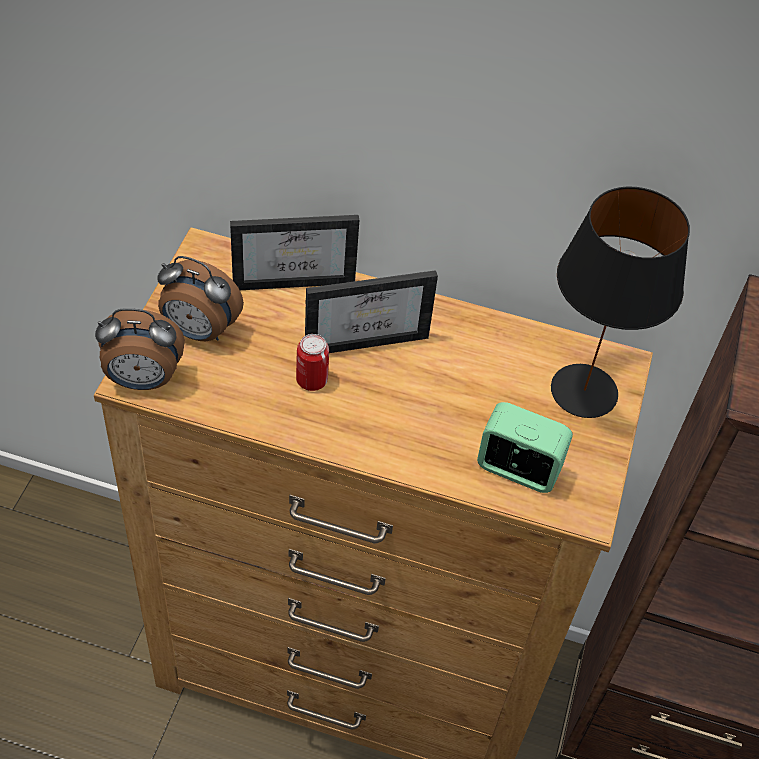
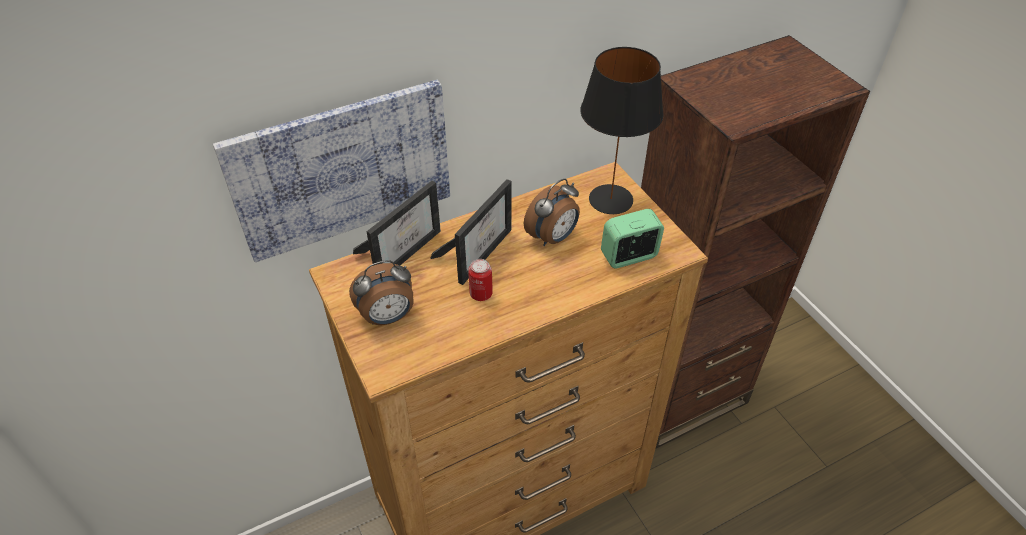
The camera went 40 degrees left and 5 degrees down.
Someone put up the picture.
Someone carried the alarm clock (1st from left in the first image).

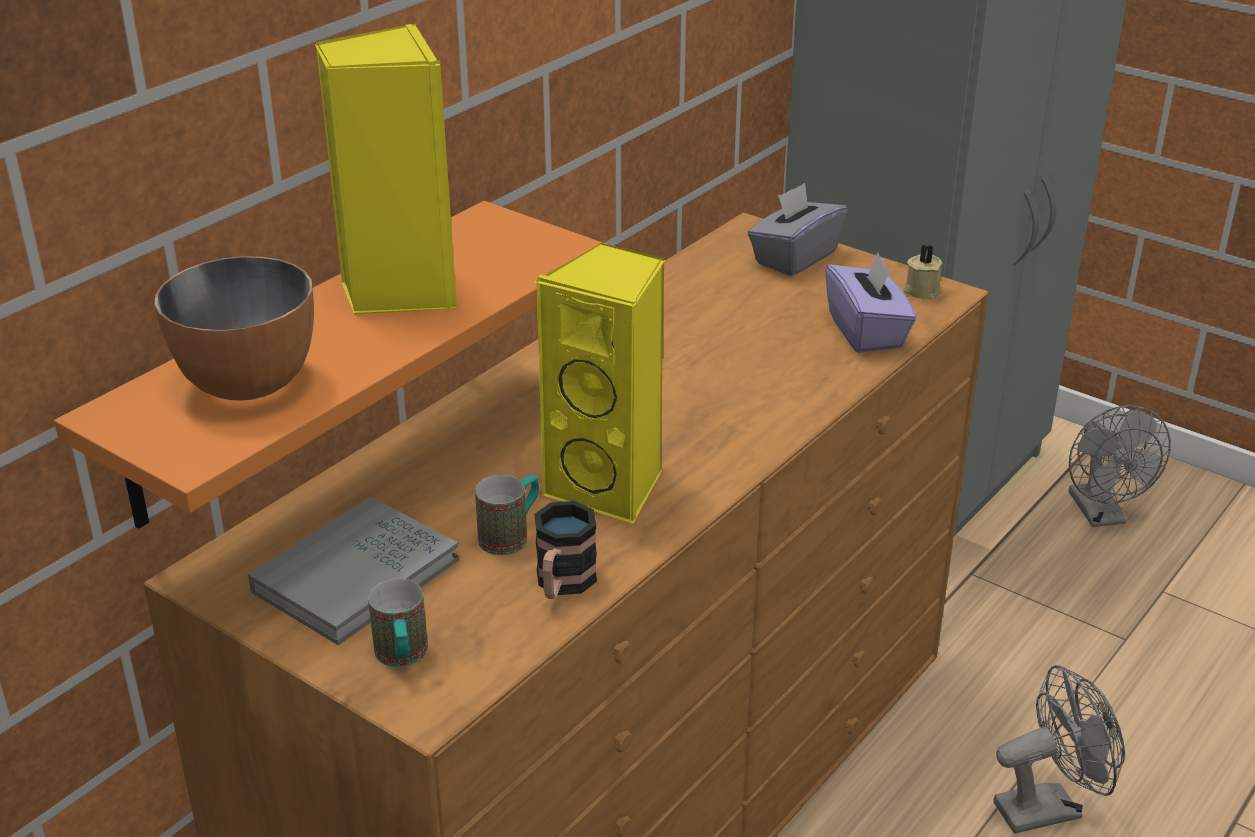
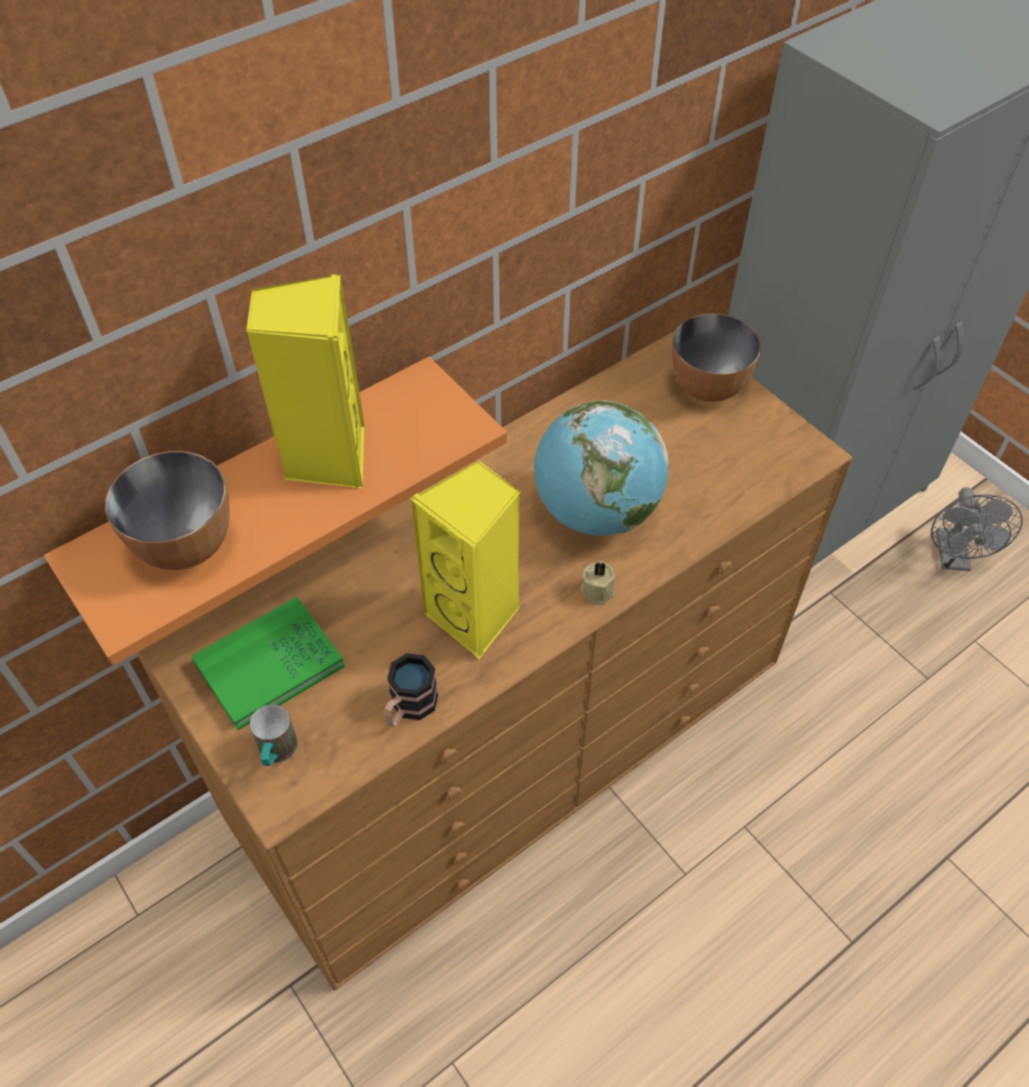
The camera went 15 degrees right and 20 degrees up.
Someone repainted the grey book, which became the green book.
Someone put down the globe.
Someone carried the beige candle.
Someone swapped the grey tissue box for the bowl (2nd from left).
Someone took away the mug (2nd from left).
Someone took away the purple tissue box.
Someone took away the grey fan (1st from left).

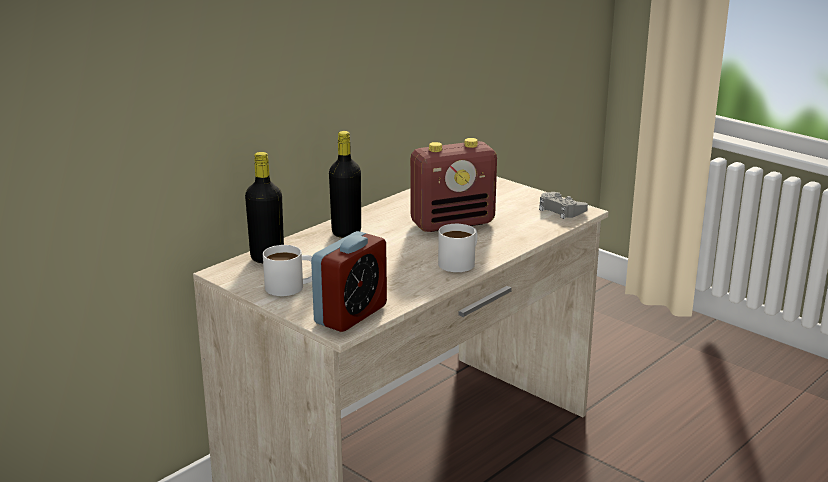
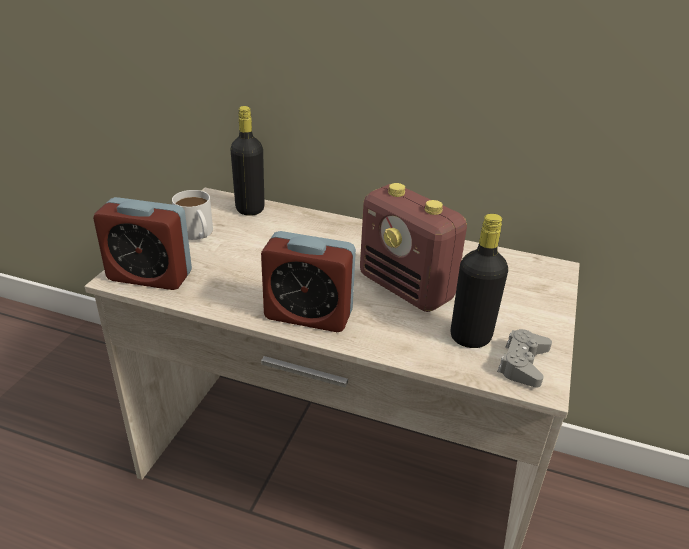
The camera went 65 degrees right and 10 degrees up.
Someone swapped the white mug (2nd from left) for the alarm clock (2nd from left).
Someone carried the black bottle (2nd from left).

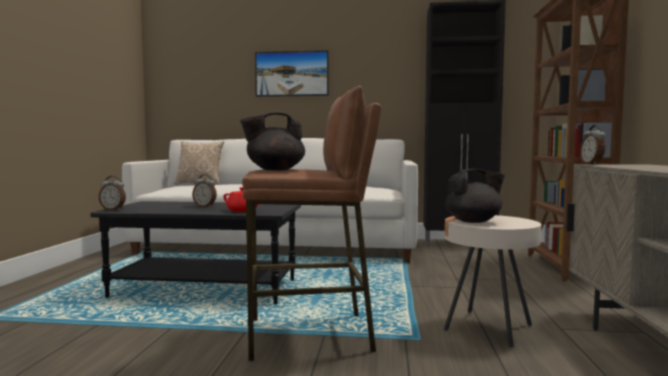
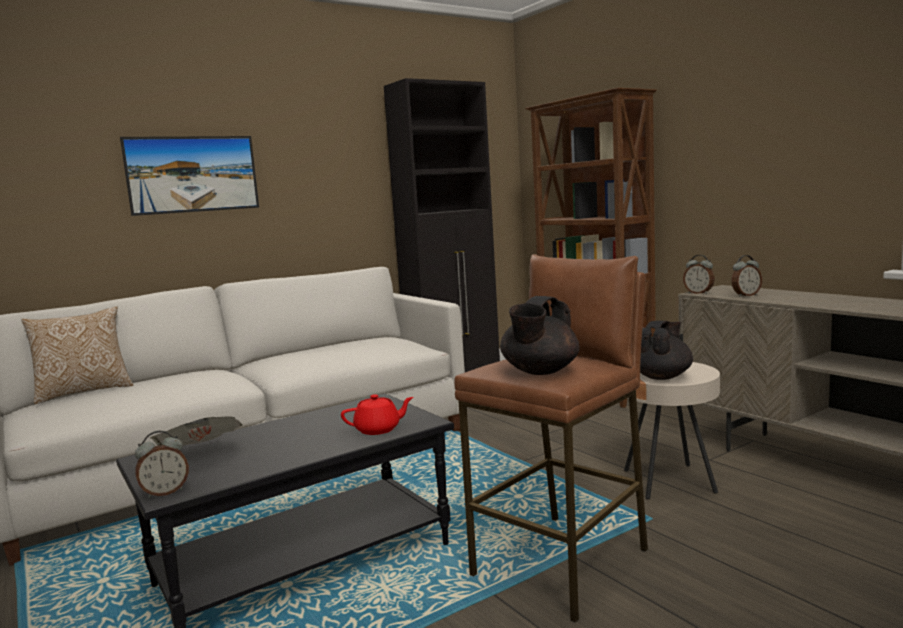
The camera went 40 degrees left and 5 degrees up.
Someone put down the newspaper.
Someone carried the alarm clock (2nd from left in the first image).

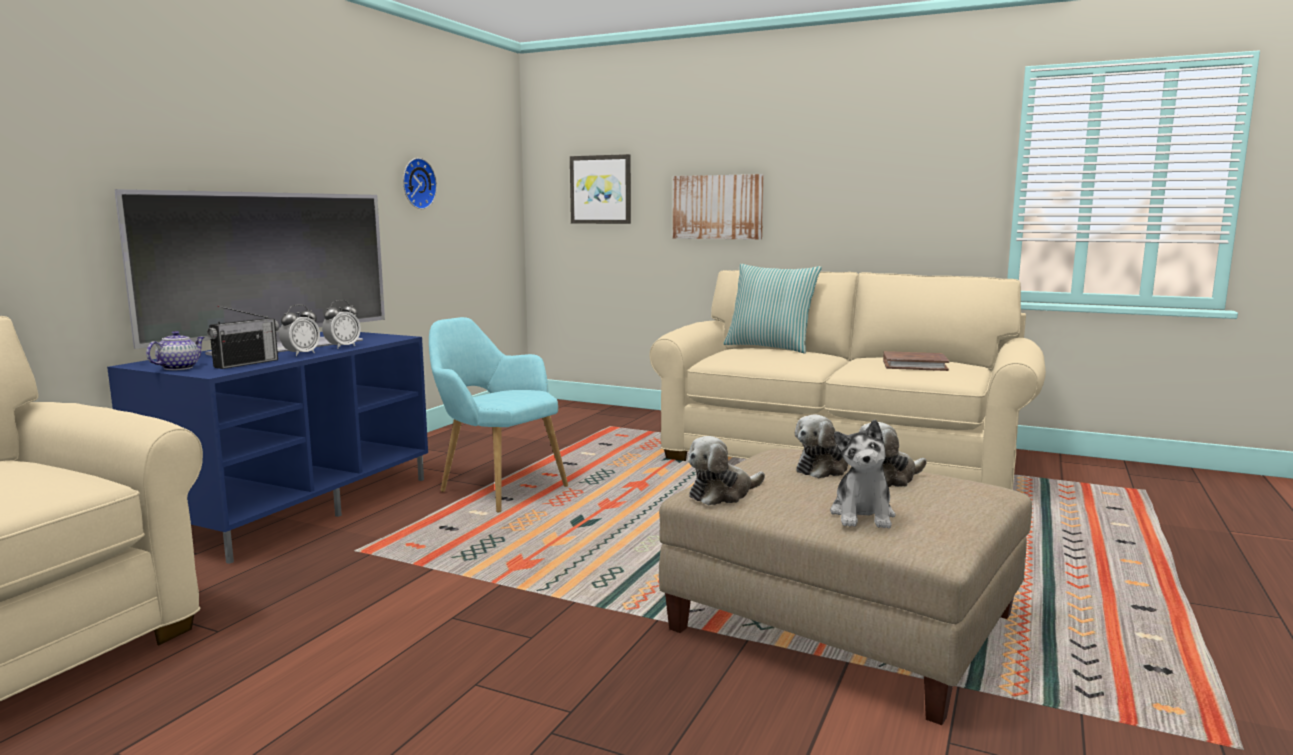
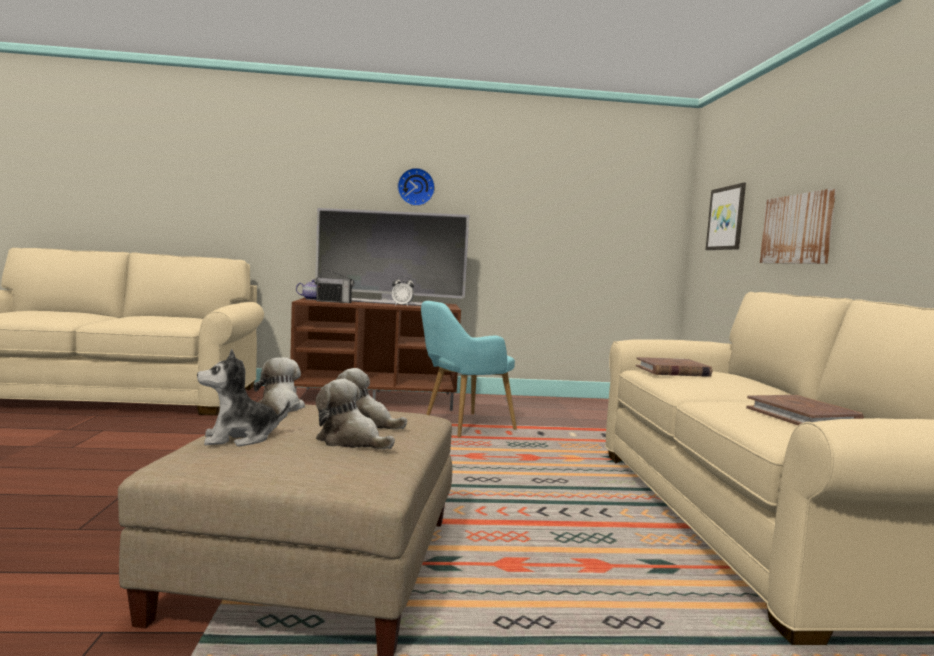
The camera went 60 degrees right and 5 degrees down.
Someone rotated the plush toy (1st from left in the first image) by 45 degrees clockwise.
Someone repainted the blue tv stand, which became the brown tv stand.
Someone carried the wall clock.
Someone rotated the turquoise armchair by 135 degrees counterclockwise.
Someone put down the brown book (1st from left).
Someone took away the alarm clock (1st from left).
Someone took away the pillow.

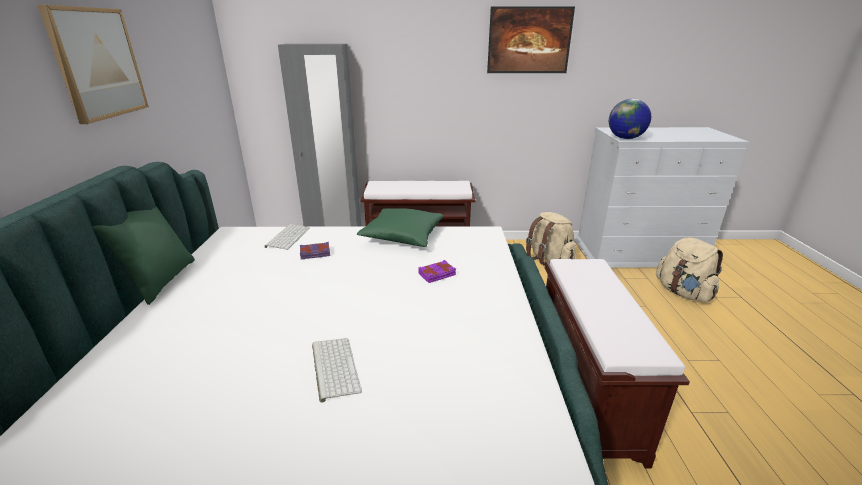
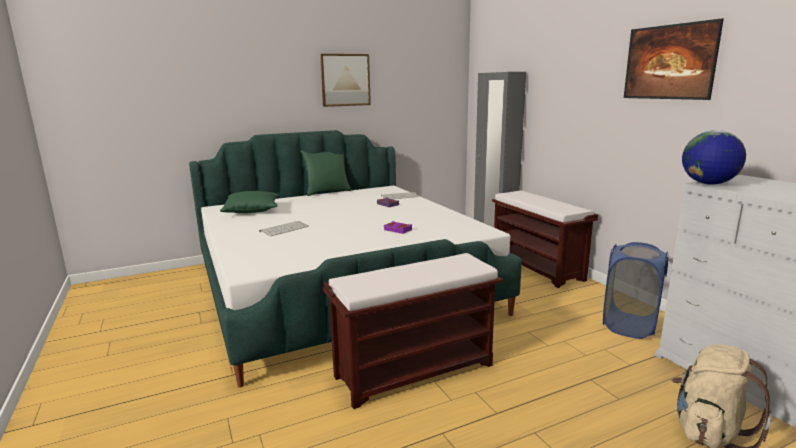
The camera went 65 degrees right and 10 degrees down.
Someone carried the green pillow (2nd from left in the first image).
Someone swapped the beige backpack (1st from left) for the blue laundry basket.

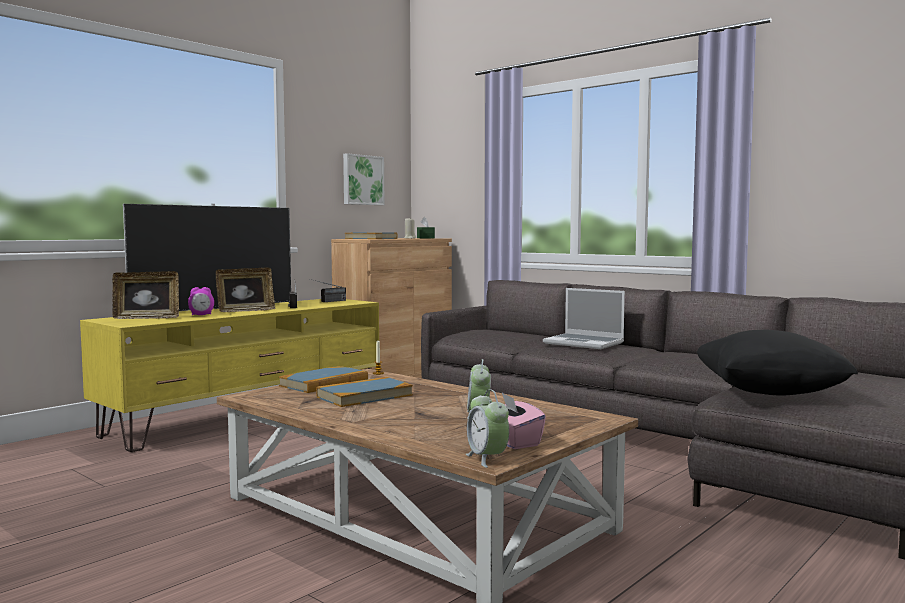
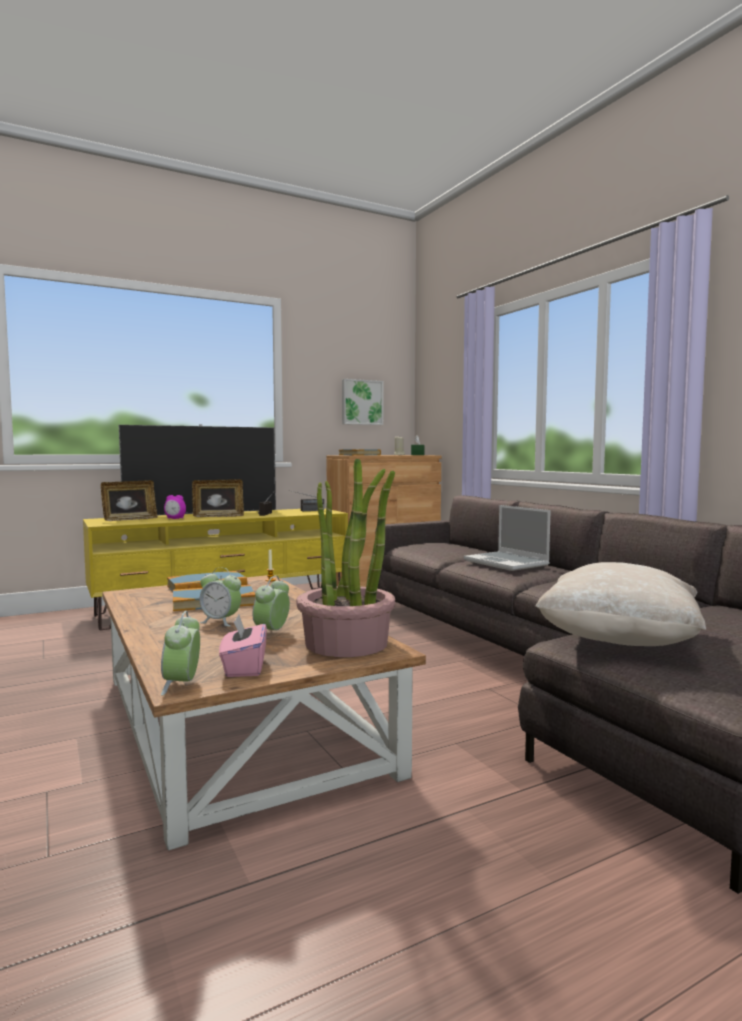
The camera went 20 degrees right and 0 degrees up.
Someone rotated the picture frame (1st from left) by 45 degrees counterclockwise.
Someone put down the alarm clock (3rd from left).
Someone put down the potted plant.
Someone repainted the black pillow, which became the beige pillow.

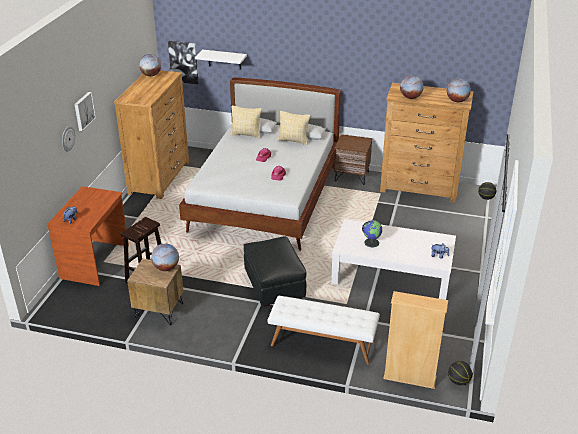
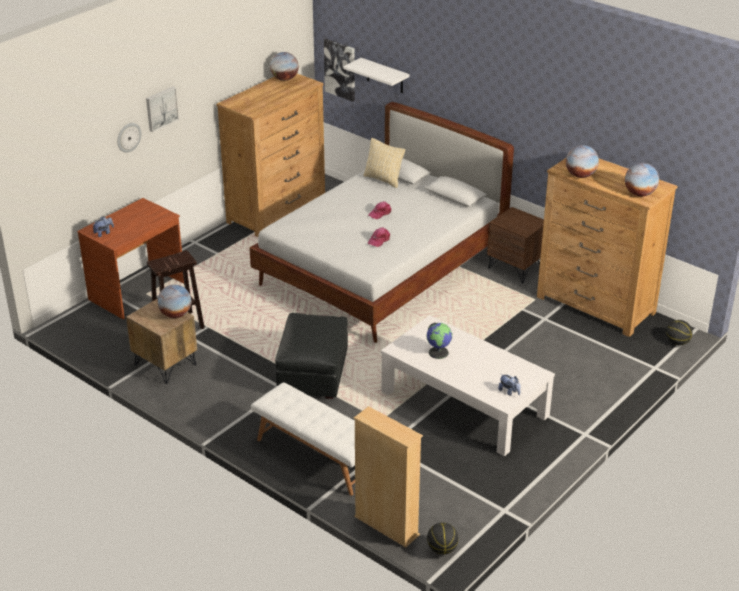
The camera went 25 degrees right and 0 degrees up.
Someone took away the beige pillow (2nd from left).

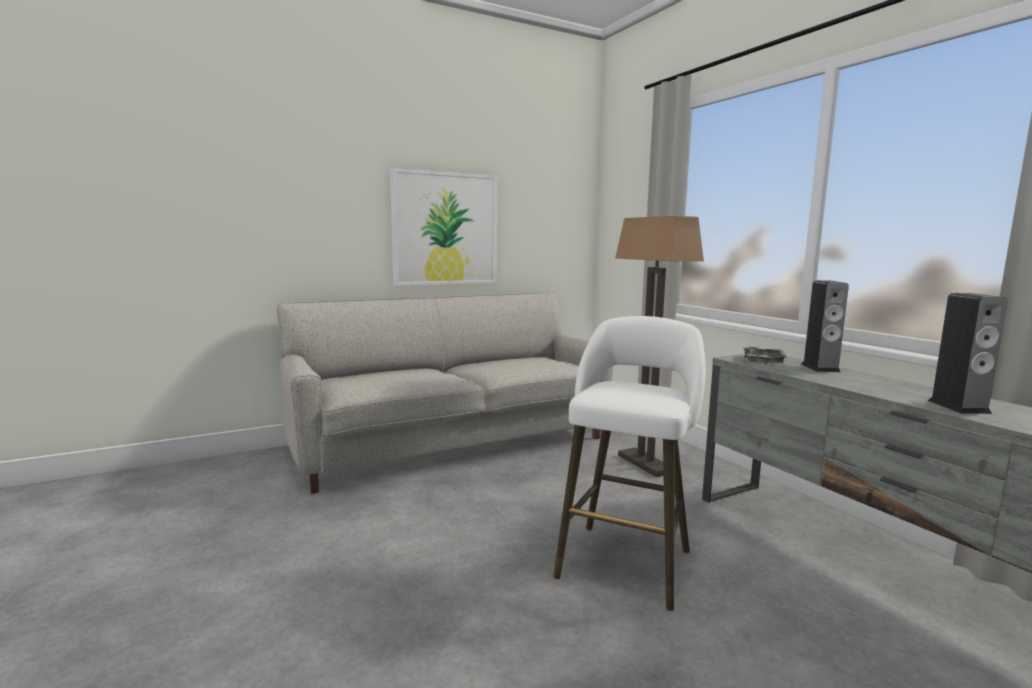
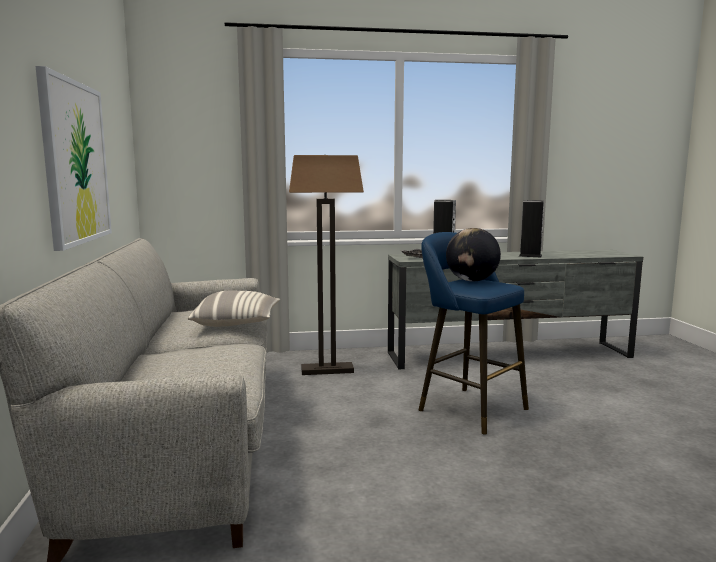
The camera went 70 degrees left and 0 degrees up.
Someone put down the pillow.
Someone repainted the white stool, which became the blue stool.
Someone put down the globe.

